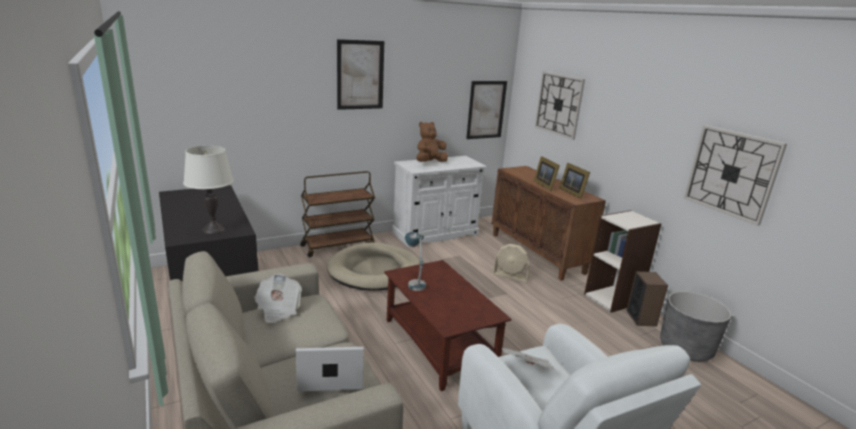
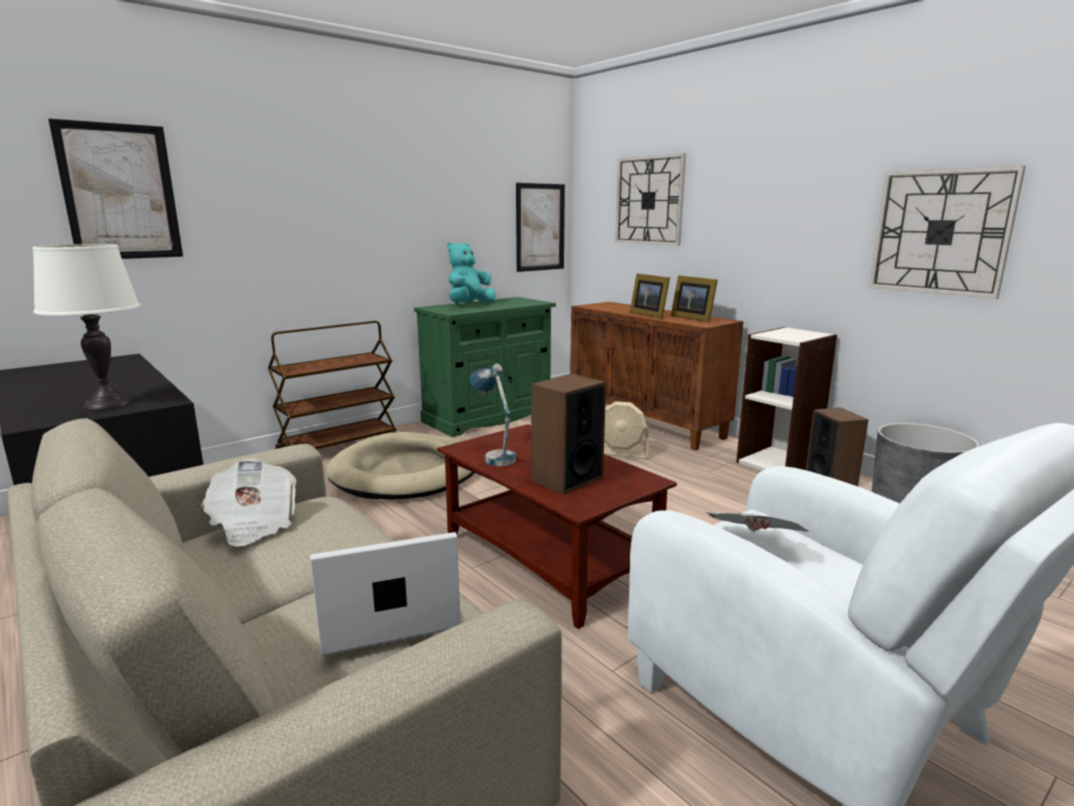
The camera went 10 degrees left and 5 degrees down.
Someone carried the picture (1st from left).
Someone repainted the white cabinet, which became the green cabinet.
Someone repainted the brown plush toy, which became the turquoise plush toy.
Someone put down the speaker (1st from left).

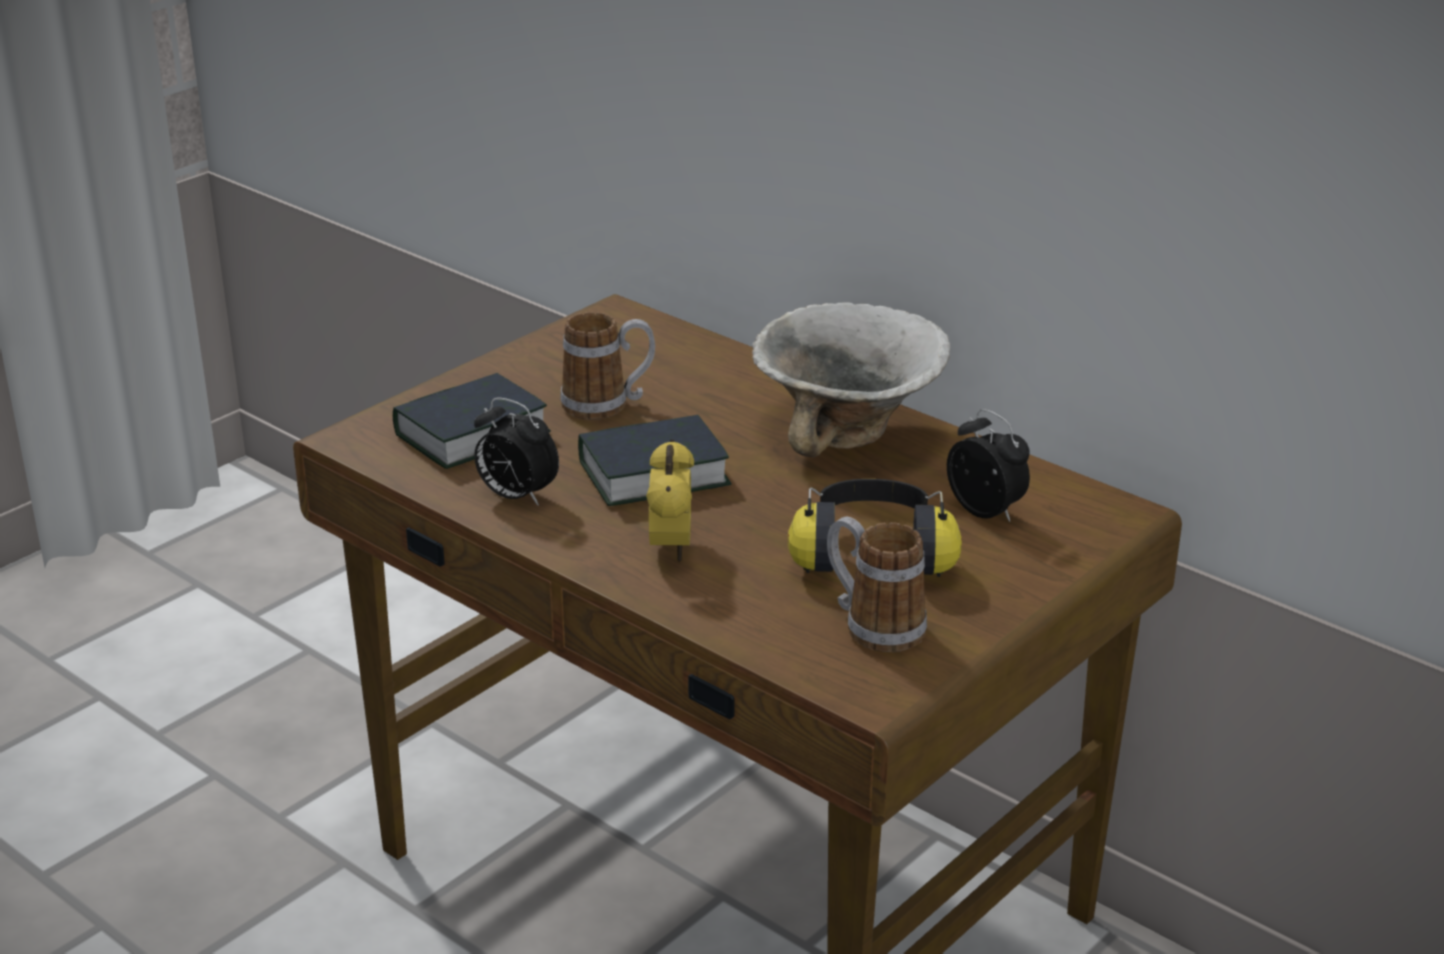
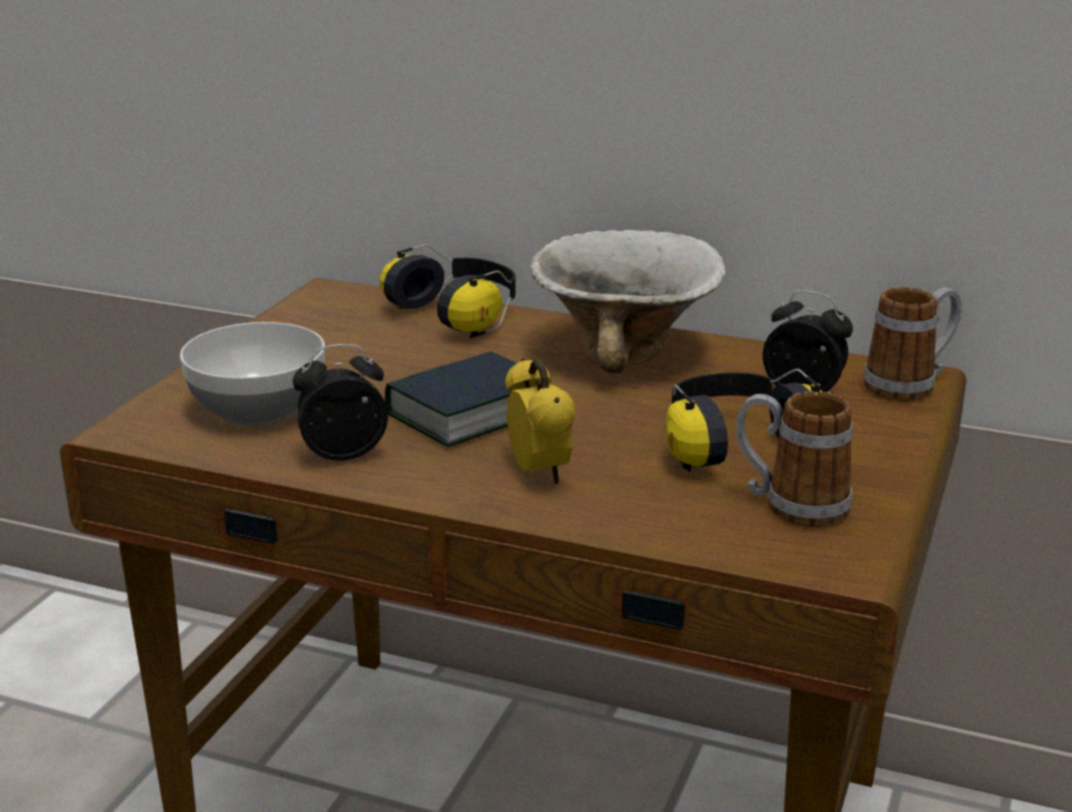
The camera went 20 degrees left and 5 degrees down.
Someone swapped the book (1st from left) for the bowl (1st from left).
Someone rotated the alarm clock (1st from left) by 150 degrees clockwise.
Someone put down the headphones (1st from left).
Someone carried the mug (1st from left in the first image).

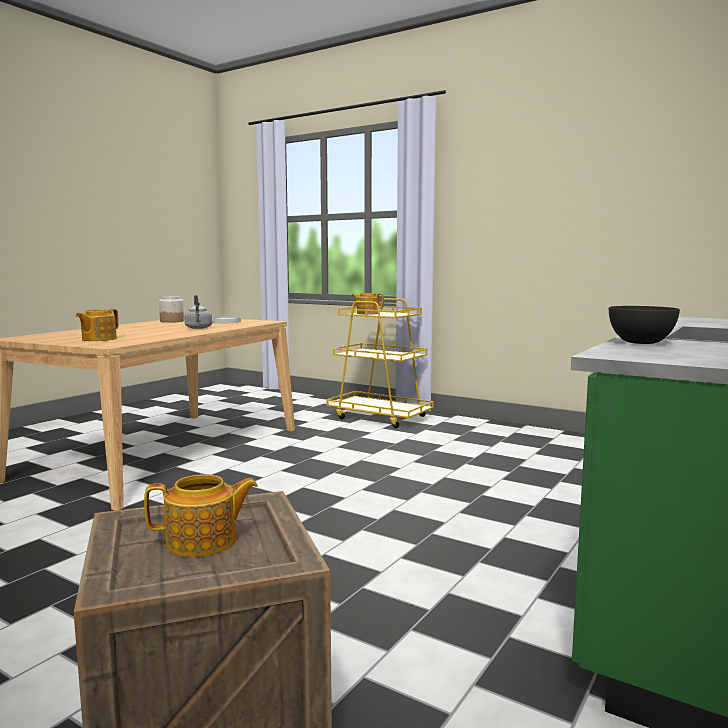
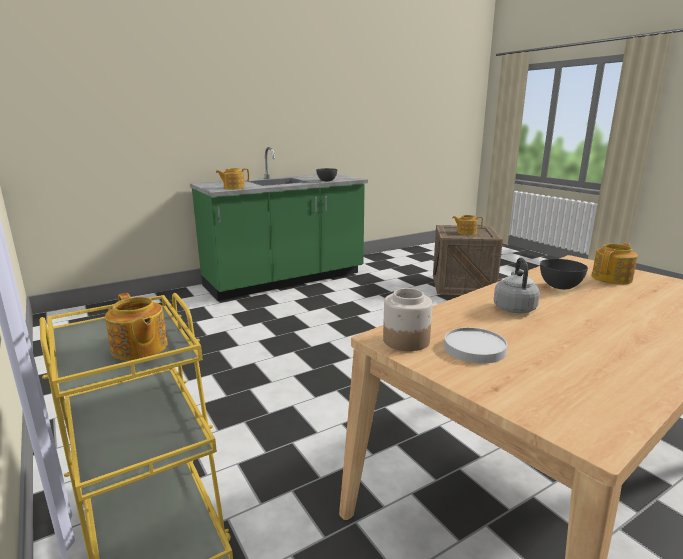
The camera went 155 degrees left and 10 degrees up.
Someone put down the teapot (2nd from left).
Someone carried the jar.
Someone put down the grey bowl (2nd from left).

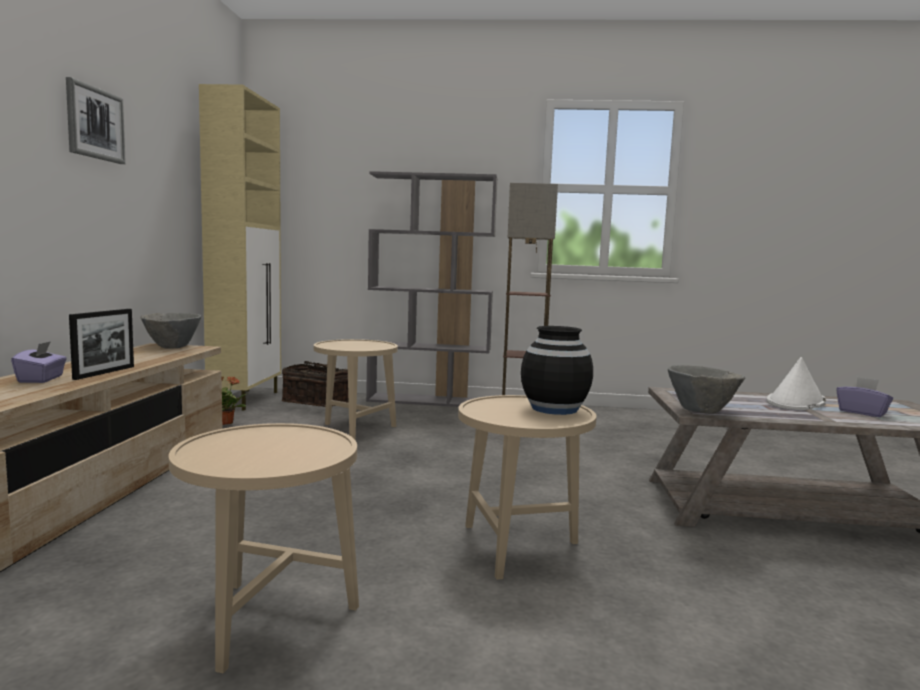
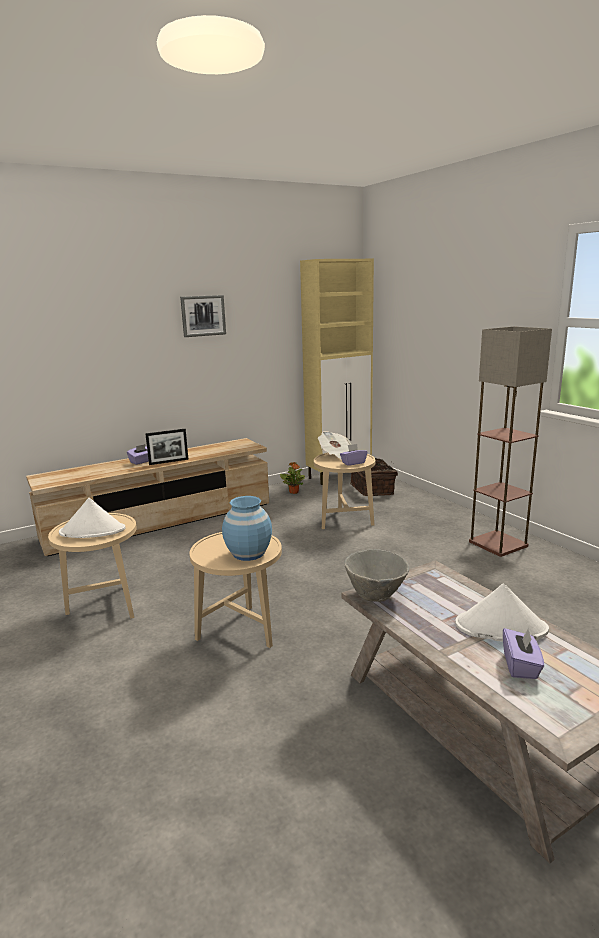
The camera went 55 degrees right and 10 degrees up.
Someone put down the white hat (1st from left).
Someone repainted the black vase, which became the blue vase.
Someone put down the newspaper.
Someone put down the purple tissue box (2nd from left).
Someone took away the grey bowl (1st from left).
Someone took away the grey bookcase.

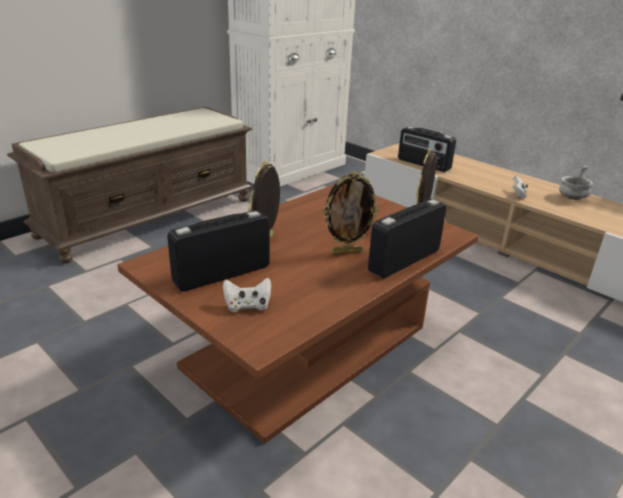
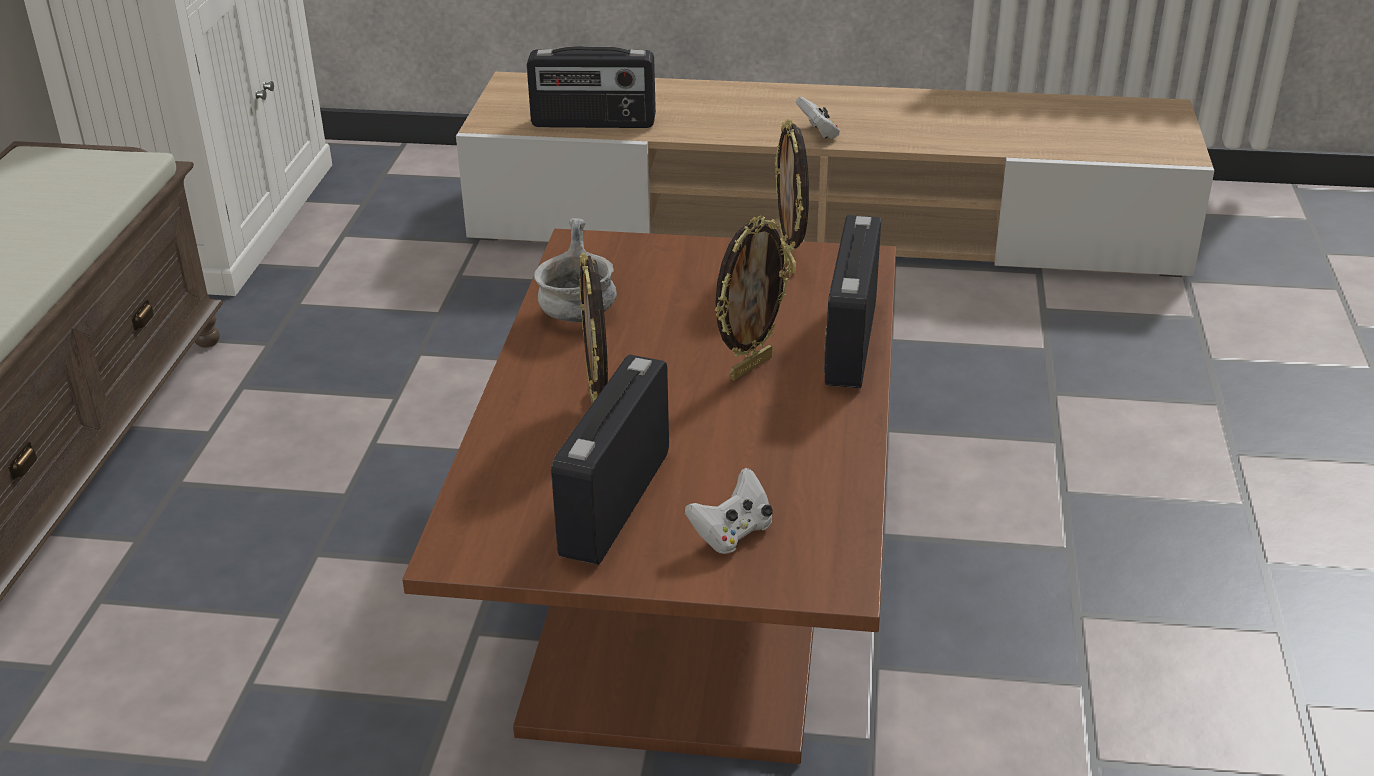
The camera went 35 degrees left and 5 degrees up.
Someone carried the grey bowl.

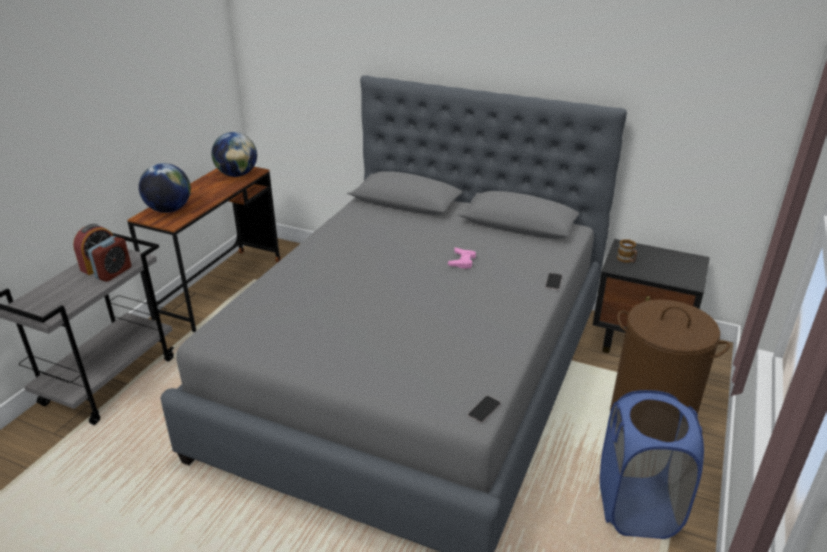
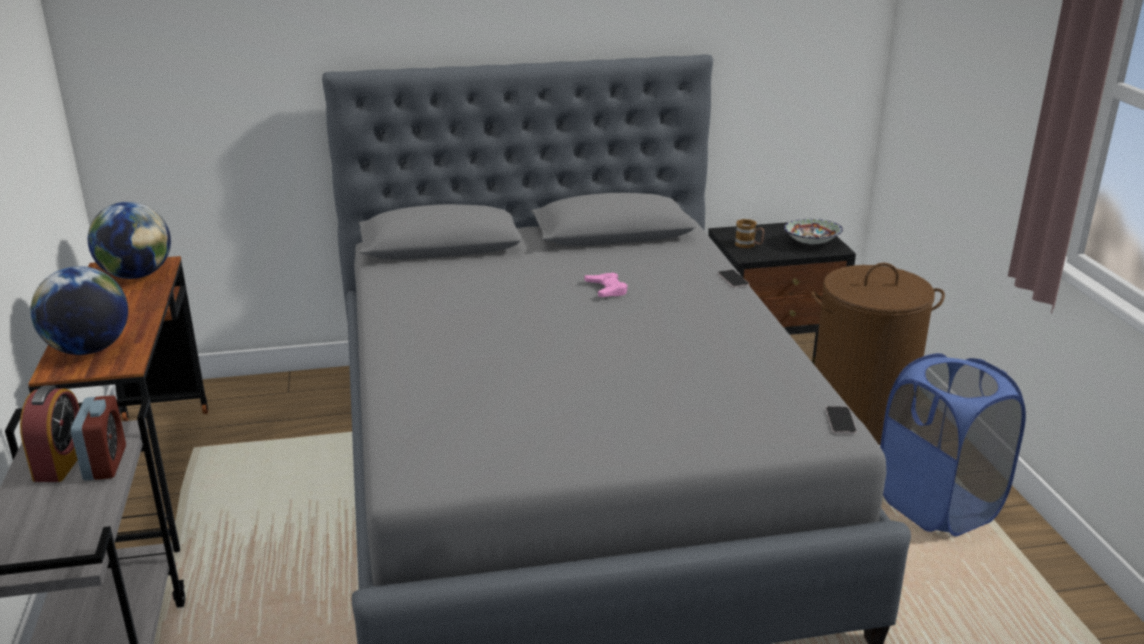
The camera went 35 degrees left and 5 degrees down.
Someone put down the bowl.

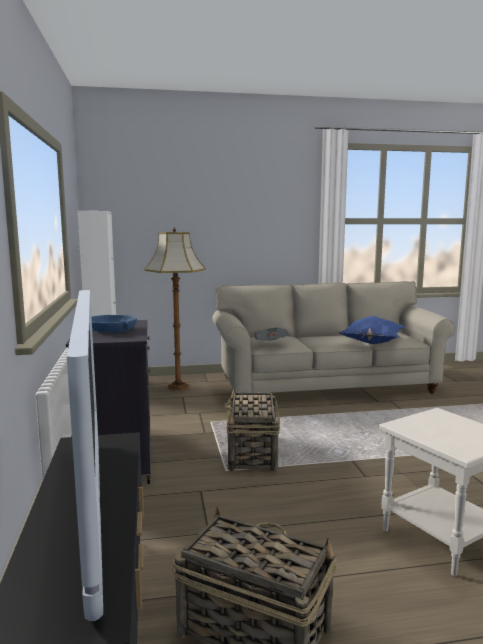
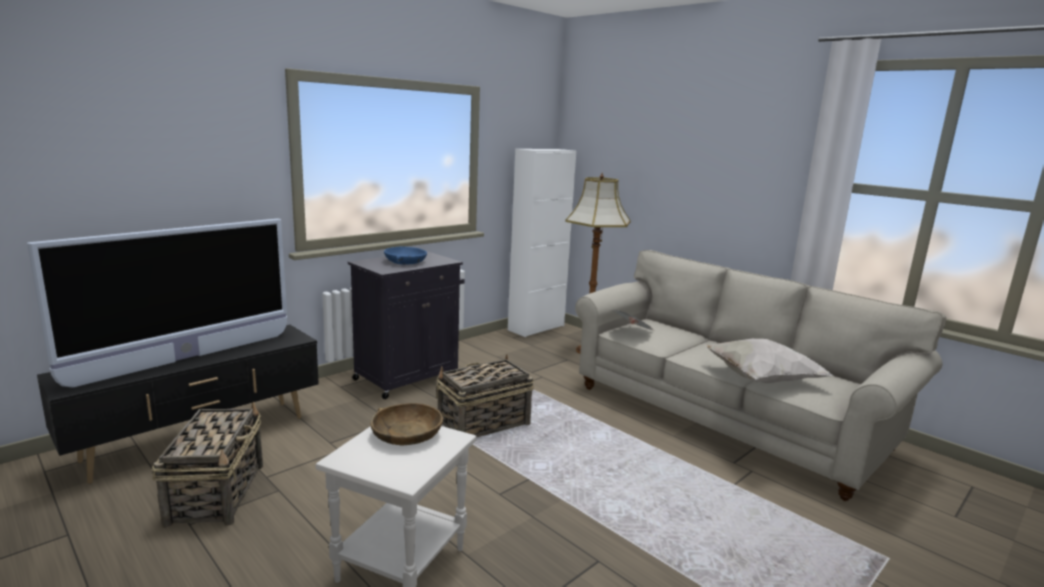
The camera went 55 degrees right and 5 degrees up.
Someone put down the brown bowl.
Someone repainted the blue pillow, which became the white pillow.

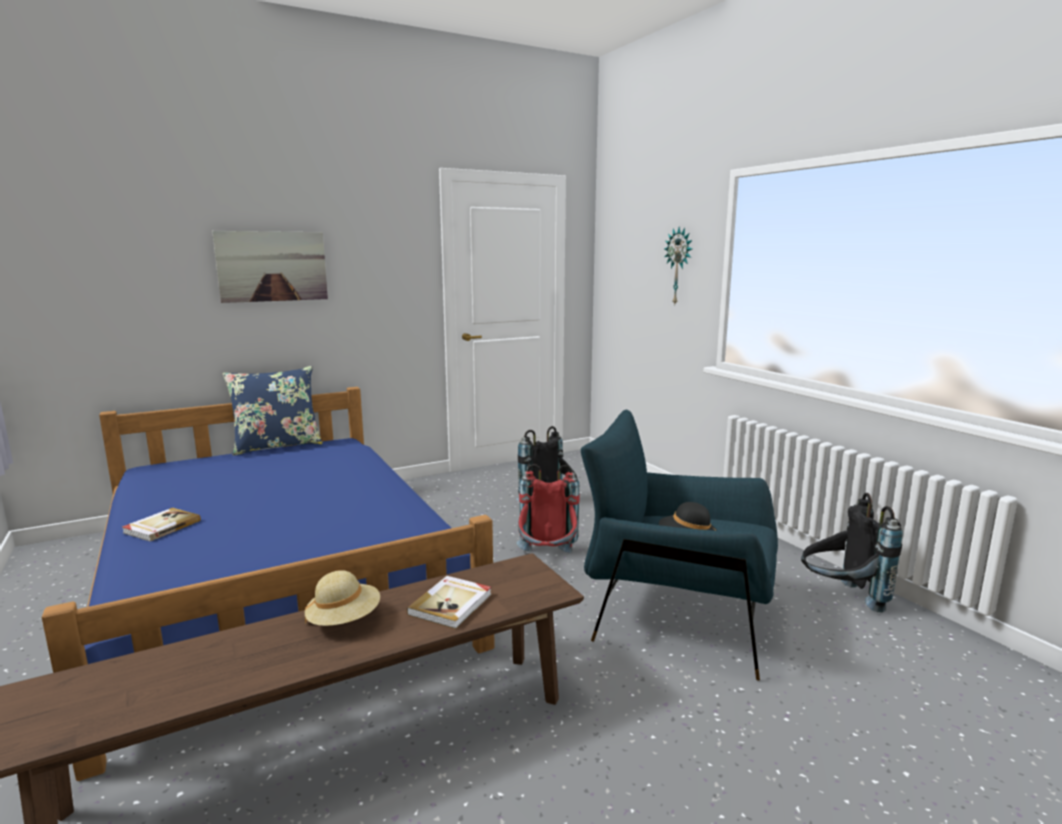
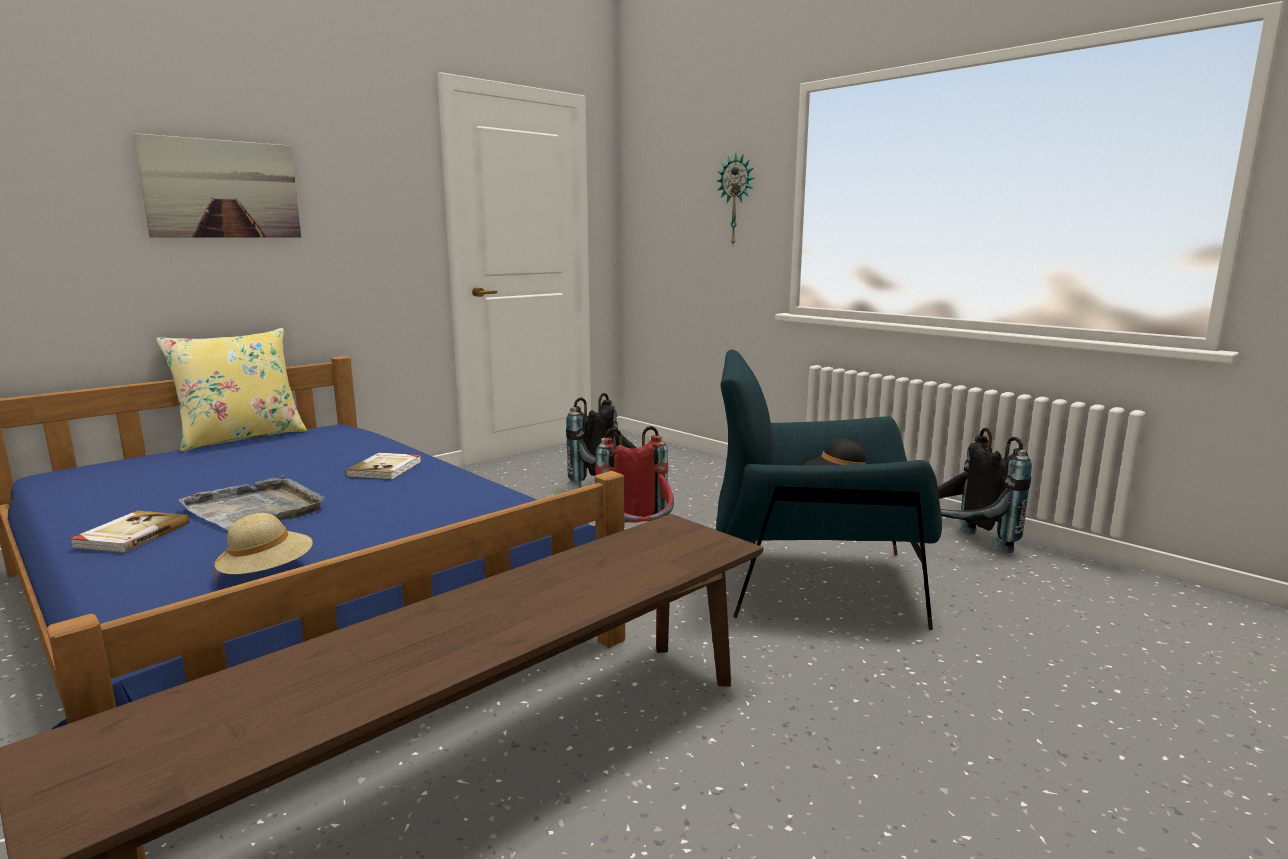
The camera went 15 degrees left and 0 degrees up.
Someone repainted the blue pillow, which became the yellow pillow.
Someone put down the grey tray.
Someone carried the beige hat.
Someone carried the book (2nd from left).

